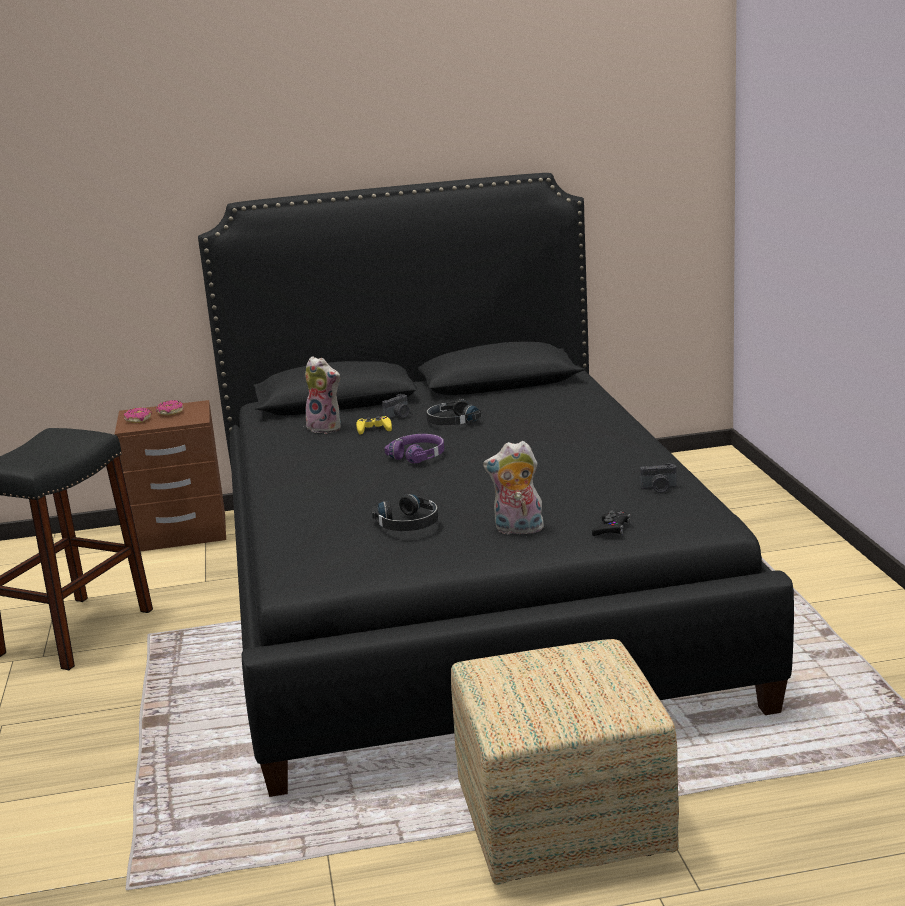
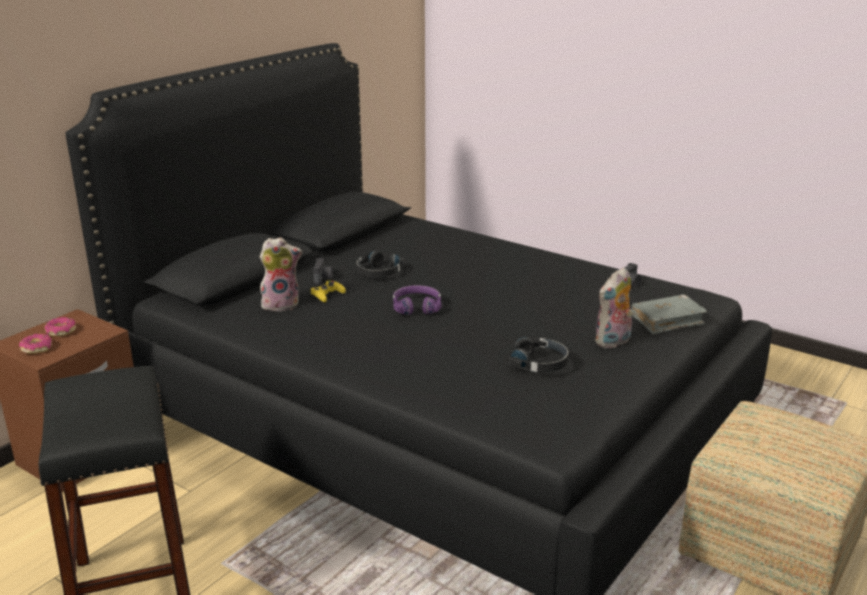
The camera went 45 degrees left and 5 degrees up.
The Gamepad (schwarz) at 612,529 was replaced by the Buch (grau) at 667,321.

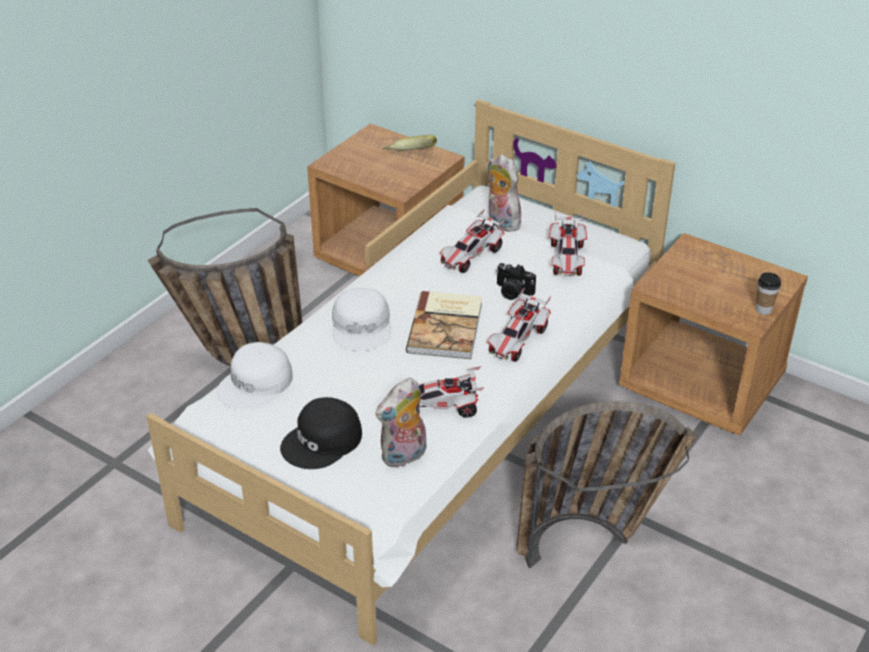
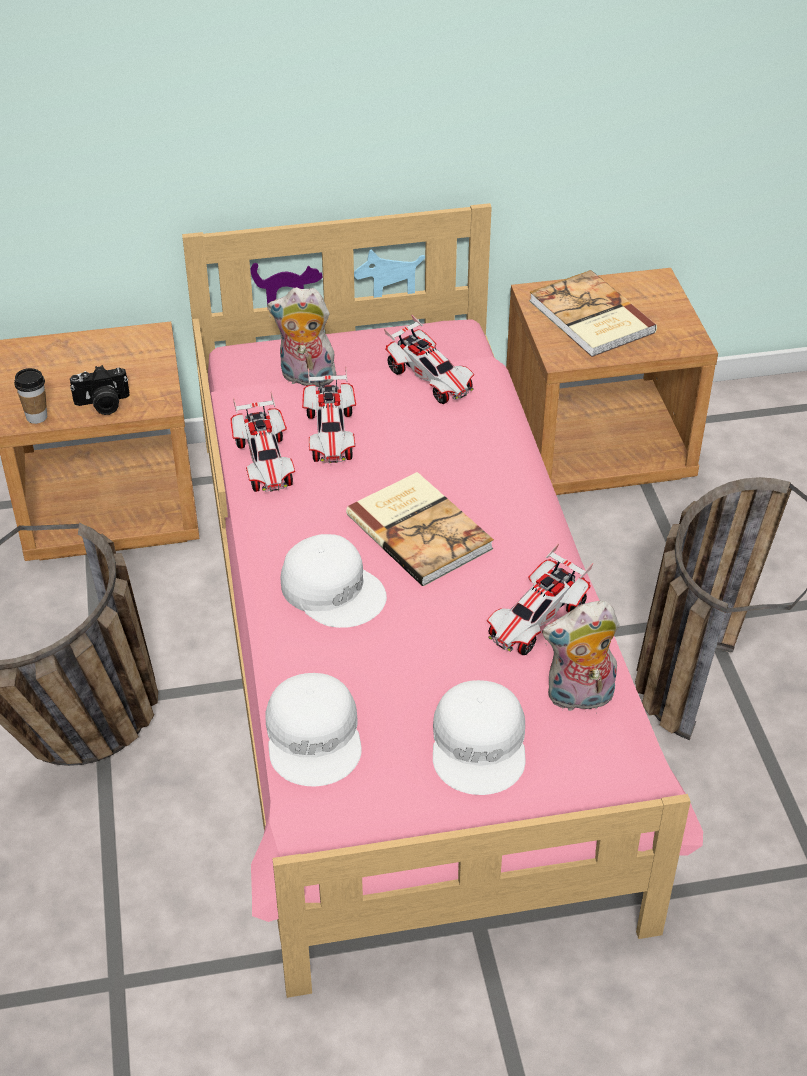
The camera went 45 degrees left and 5 degrees up.
The Banane at 409,156 disappeared.
The Buch at 590,318 appeared.
The Spielzeugauto moved from 517,341 to 265,463.
The Kamera moved from 512,292 to 103,404.
The Tasse moved from 763,309 to 36,417.
The Bett (weiß) at 433,419 became the Bett (rosa) at 405,658.
The Kappe (schwarz) at 323,441 became the Kappe (weiß) at 480,745.
The Plüschtier at 404,456 turned 75 degrees clockwise.

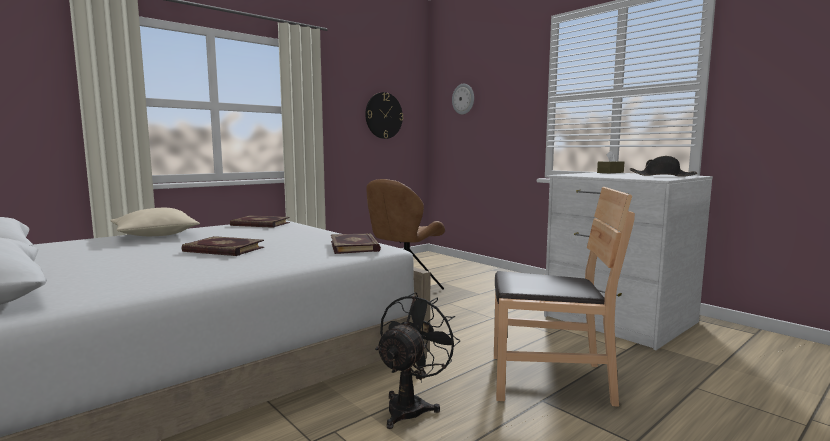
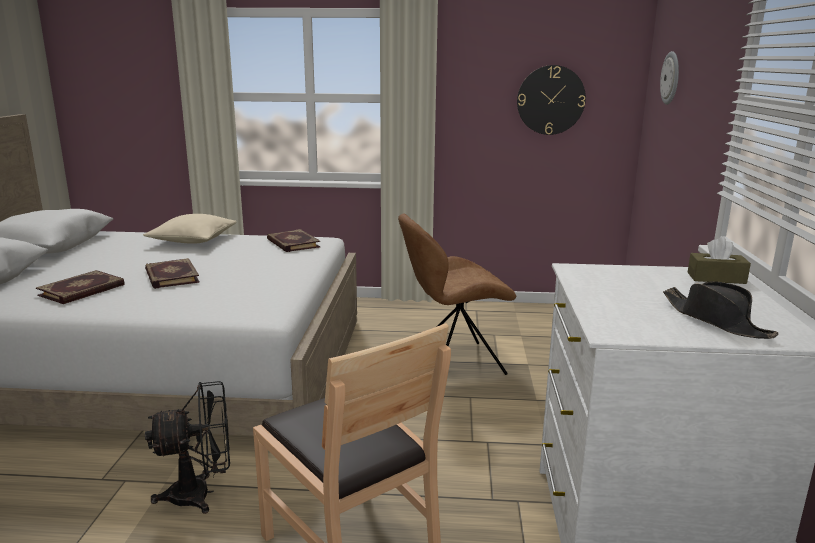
The camera went 45 degrees right and 10 degrees up.
The Buch moved from 355,246 to 82,290.

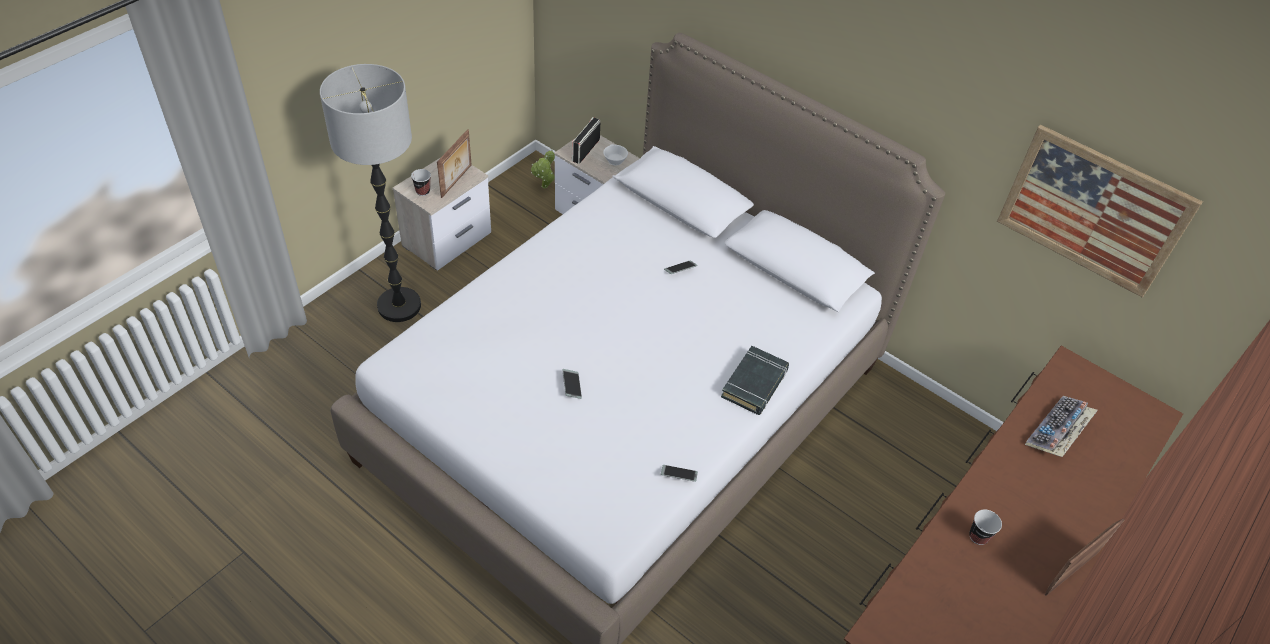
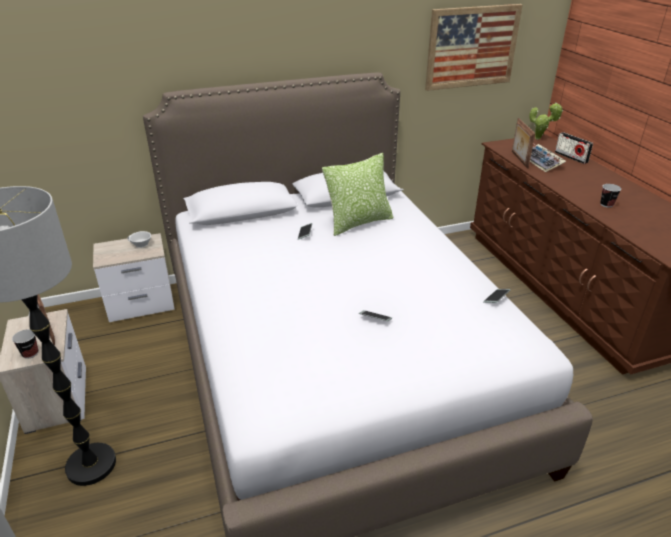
The camera went 55 degrees left and 15 degrees down.
The Buch (schwarz) at 755,384 disappeared.
The Kissen at 358,222 appeared.
The Topfpflanze moved from 544,188 to 539,139.
The Radio moved from 585,150 to 571,157.
The Bilderrahmen moved from 1070,572 to 519,159.

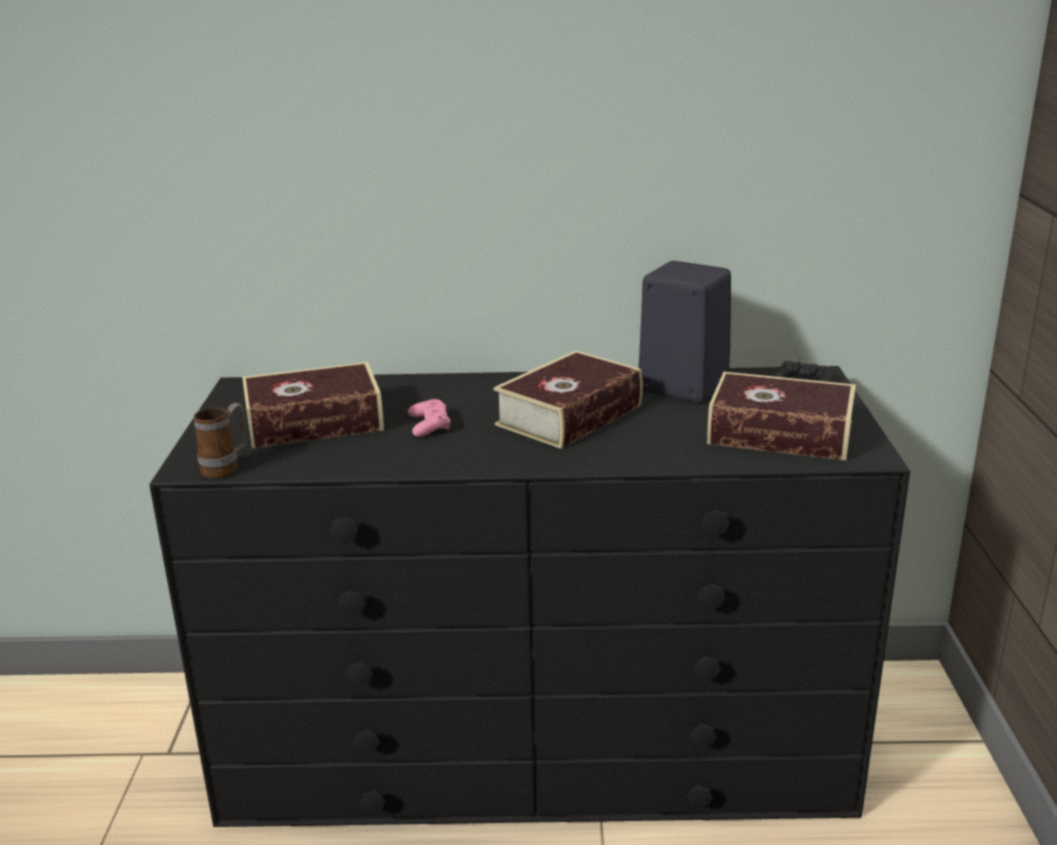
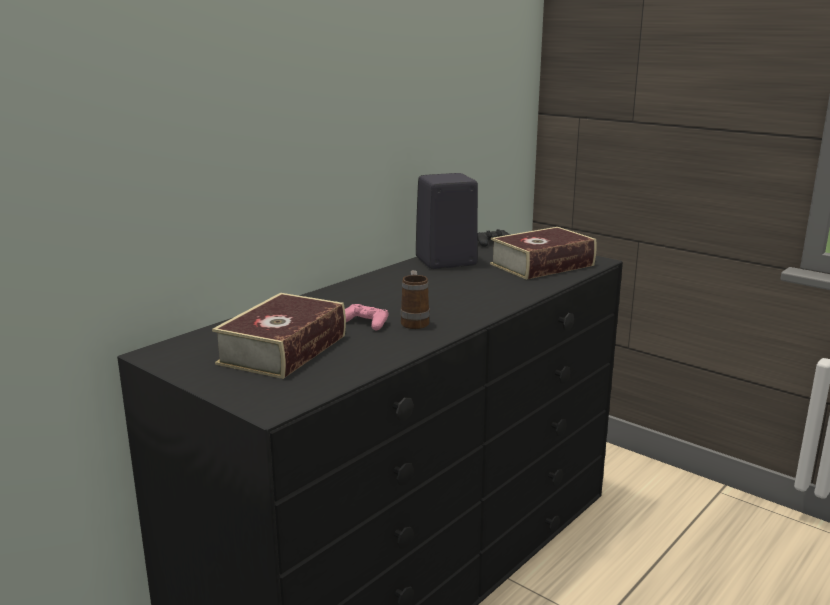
The camera went 50 degrees left and 5 degrees down.
The Buch at 569,415 disappeared.
The Henkelbecher moved from 227,467 to 414,322.

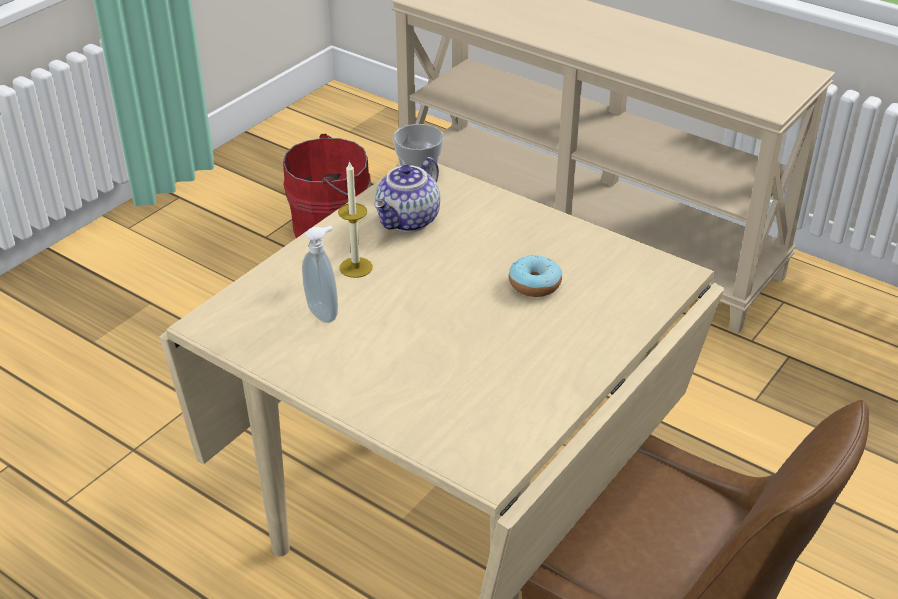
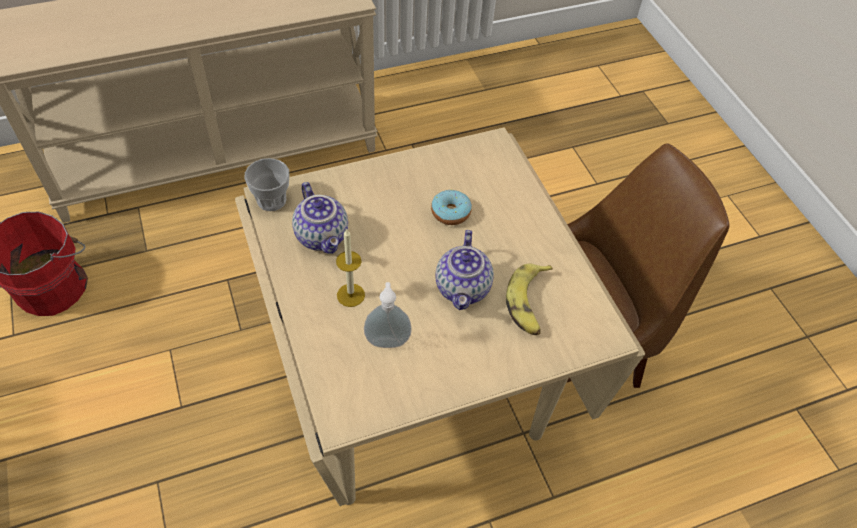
The camera went 60 degrees left and 15 degrees up.
The Teekanne at 463,288 appeared.
The Banane at 529,303 appeared.

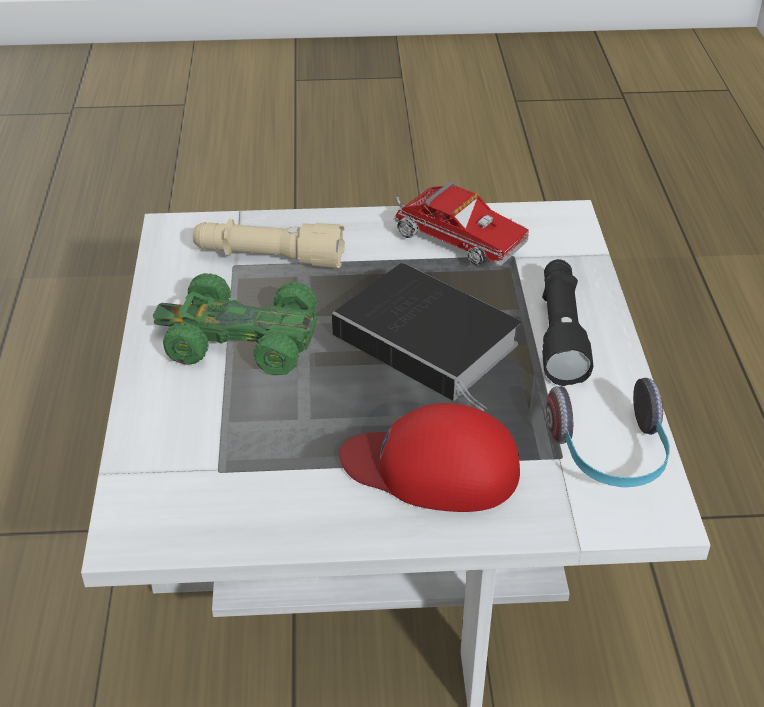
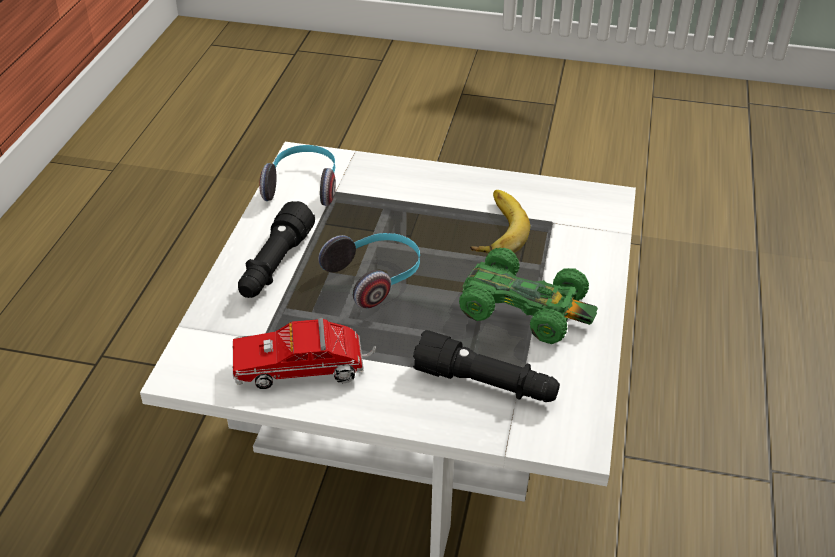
The camera went 165 degrees left and 0 degrees up.
The Kappe (rot) at 432,467 disappeared.
The Banane at 494,229 appeared.
The Buch at 431,341 was replaced by the Kopfhörer at 376,277.
The Taschenlampe (beige) at 269,258 became the Taschenlampe (schwarz) at 486,384.
The Spielzeuglaster at 452,241 turned 60 degrees counterclockwise.

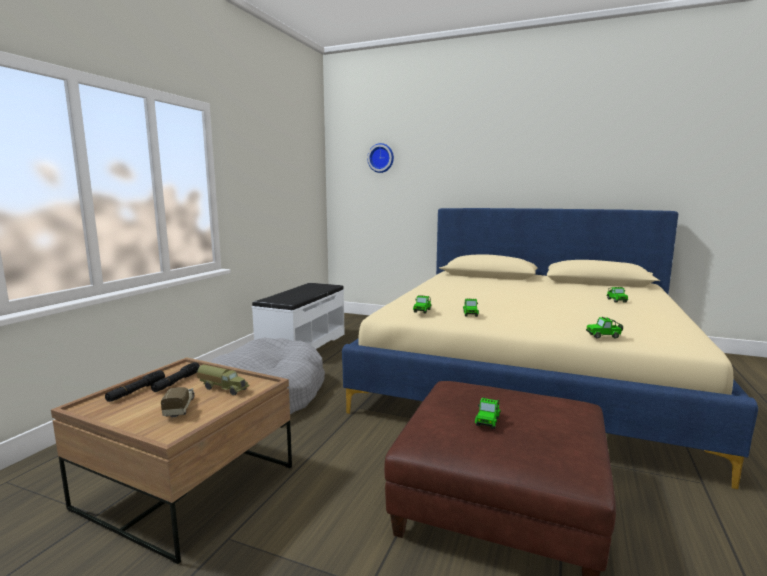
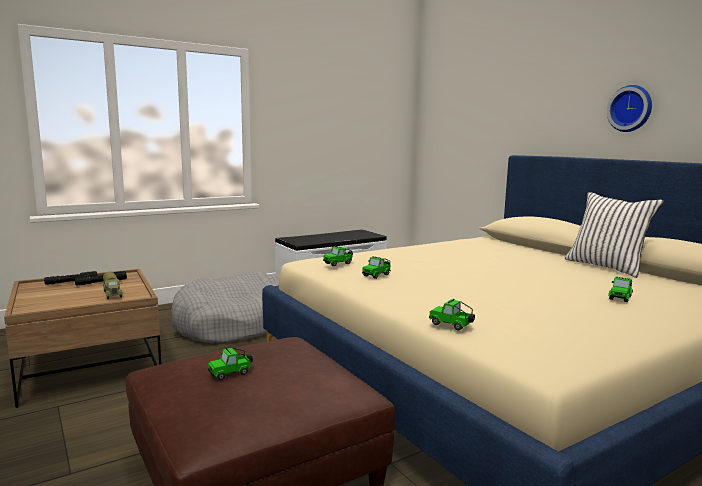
The camera went 35 degrees right and 0 degrees up.
The Spielzeuglaster at 180,408 disappeared.
The Kissen (weiß) at 606,267 appeared.
The Wanduhr moved from 381,158 to 631,108.

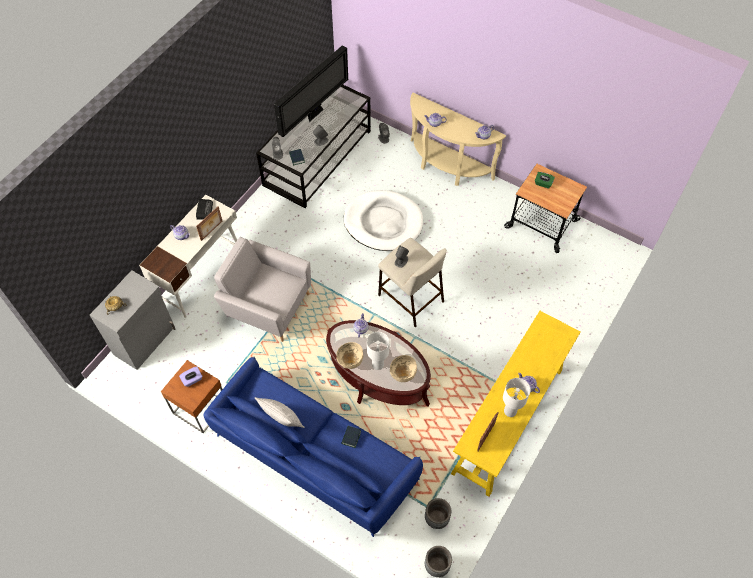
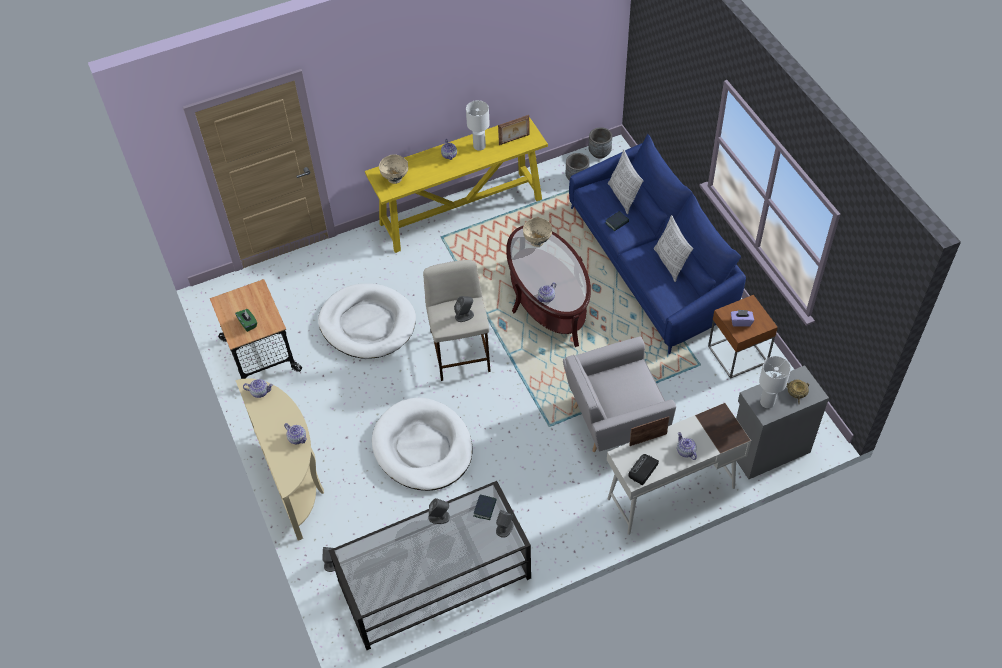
The camera went 145 degrees left and 5 degrees down.
The Fernseher at 315,113 disappeared.
The Hundebett (weiß) at 367,324 appeared.
The Kissen at 623,197 appeared.
The Schüssel (beige) moved from 350,362 to 395,179.
The Tischlampe (weiß) moved from 377,365 to 767,402.
The Sessel (grau) at 267,306 turned 105 degrees clockwise.

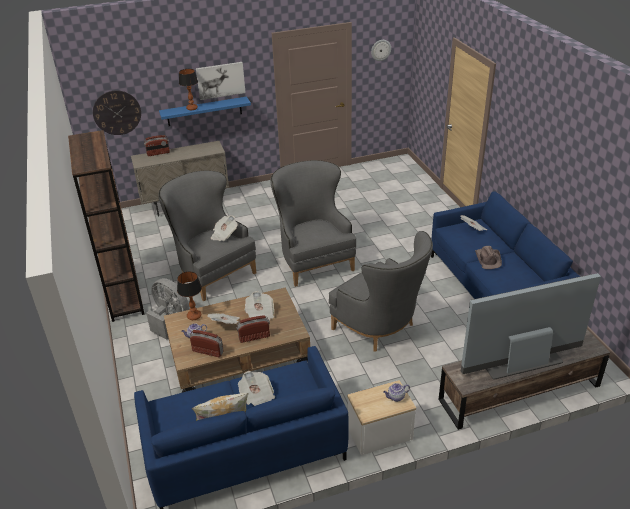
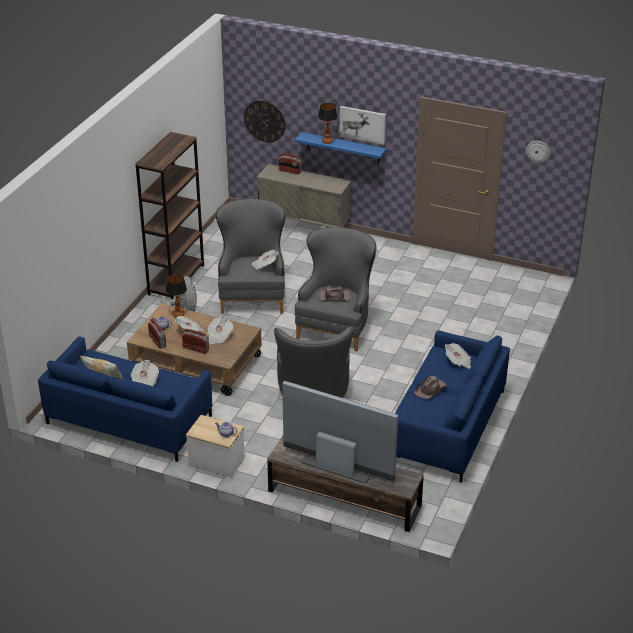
The camera went 40 degrees right and 0 degrees up.
The Hut (braun) at 334,296 appeared.

